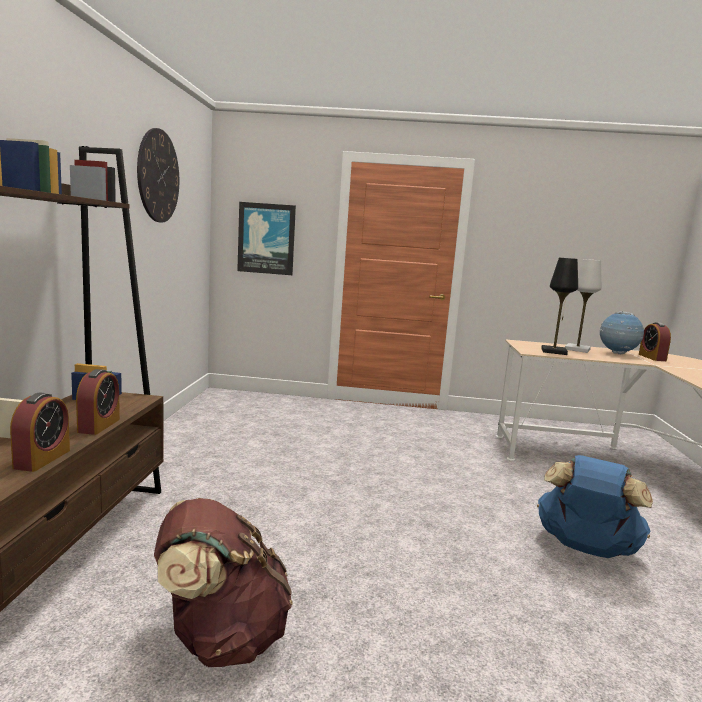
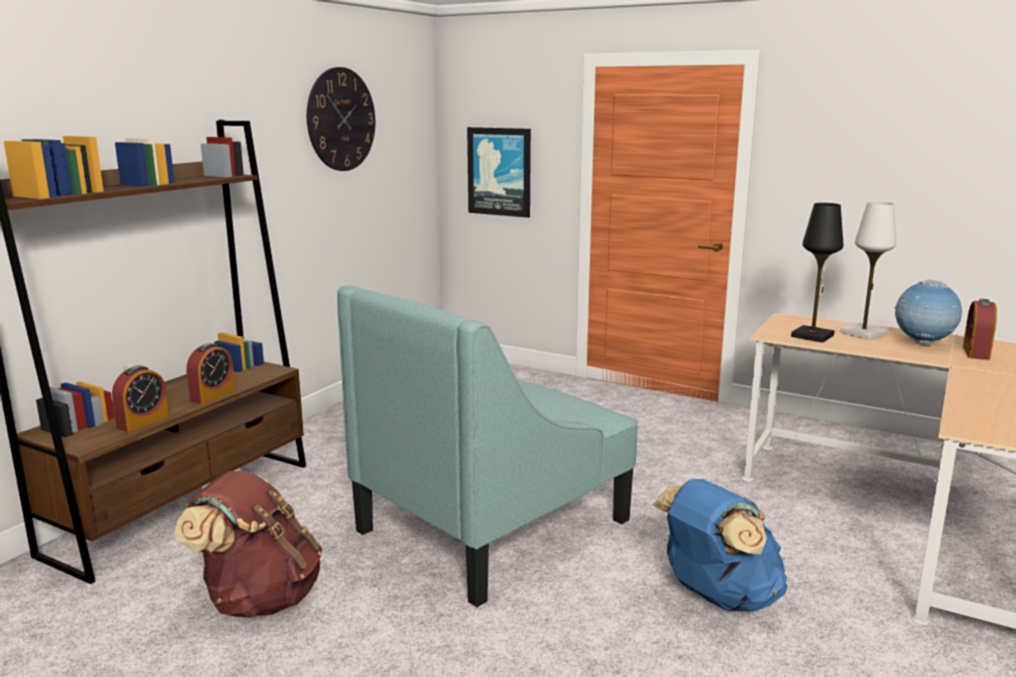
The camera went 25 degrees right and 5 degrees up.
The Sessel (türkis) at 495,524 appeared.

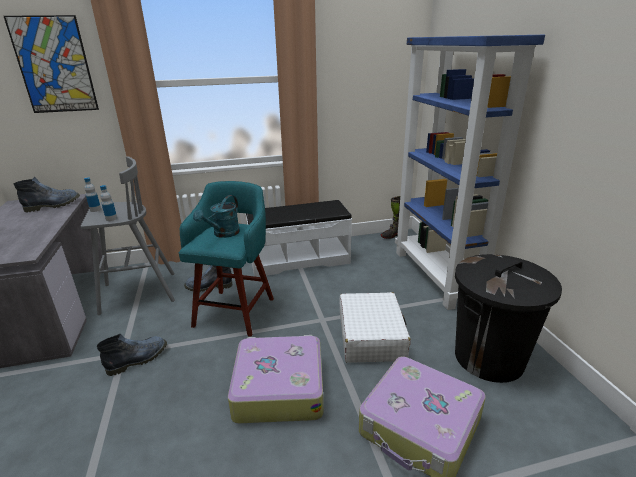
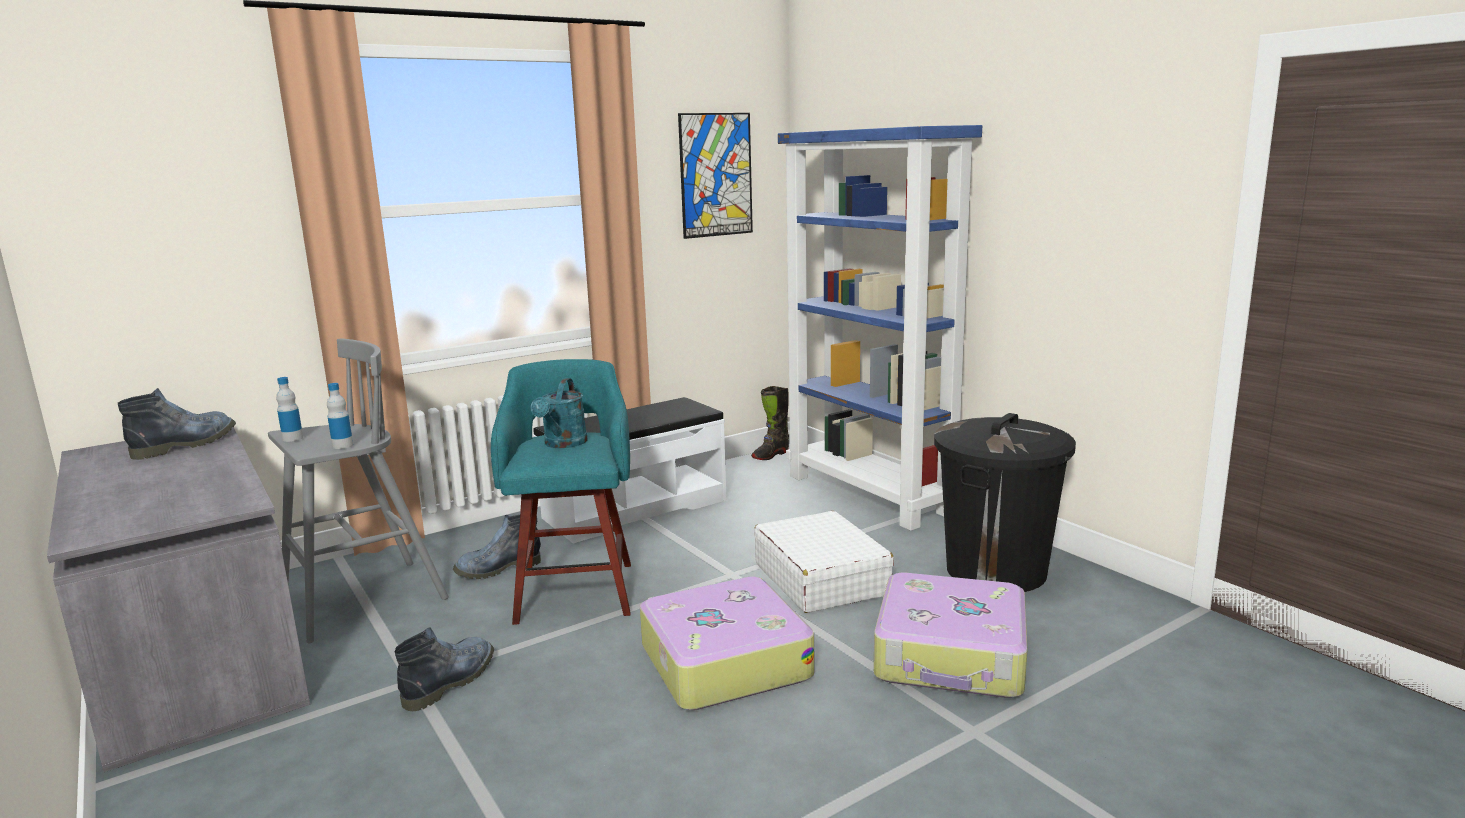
The camera went 20 degrees left and 10 degrees down.
The Bild moved from 54,65 to 716,175.

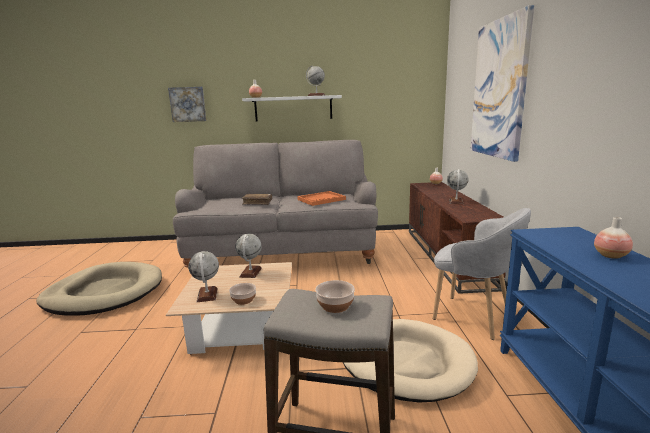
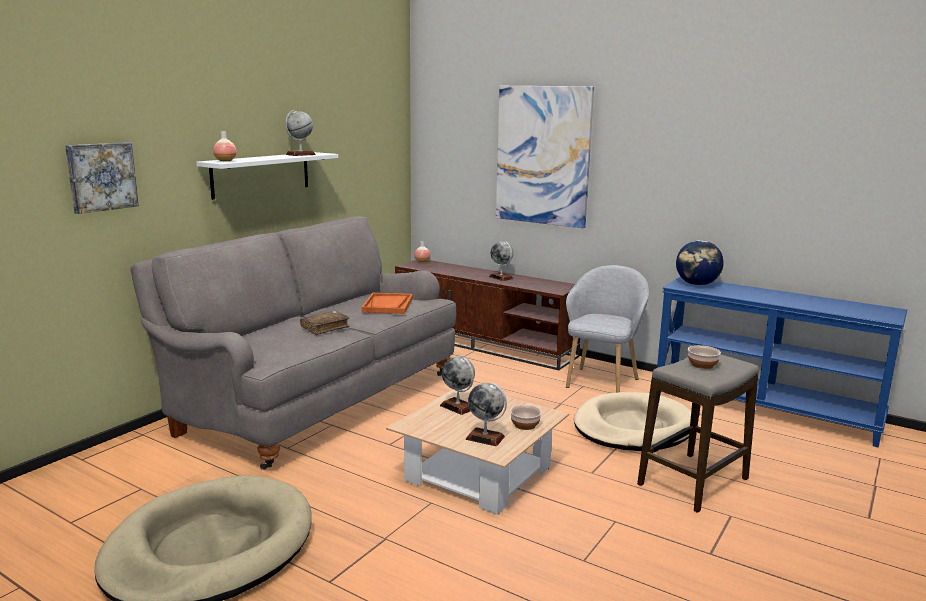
The camera went 55 degrees left and 0 degrees up.
The Vase at 610,256 disappeared.
The Globus at 697,284 appeared.
The Sessel (grau) at 474,317 turned 45 degrees counterclockwise.

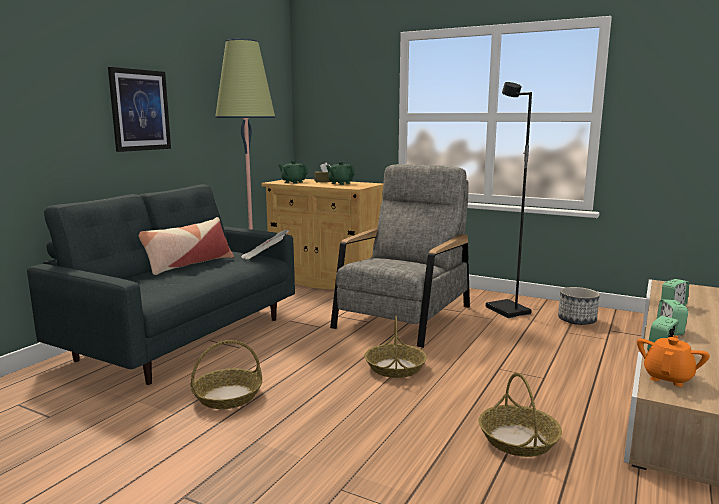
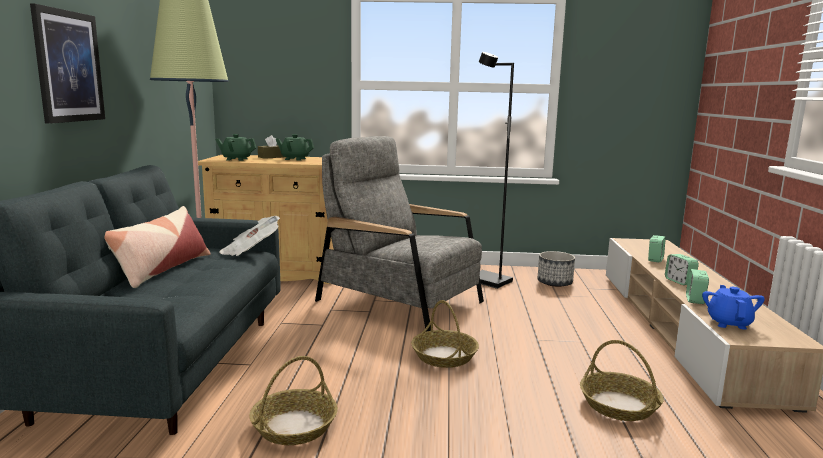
The camera went 25 degrees left and 0 degrees up.
The Teekanne (orange) at 668,378 became the Teekanne (blau) at 729,323.
The Sessel (grau) at 404,317 turned 60 degrees counterclockwise.

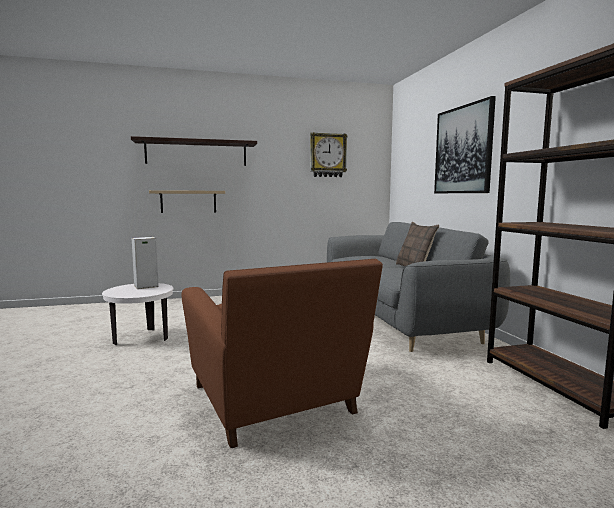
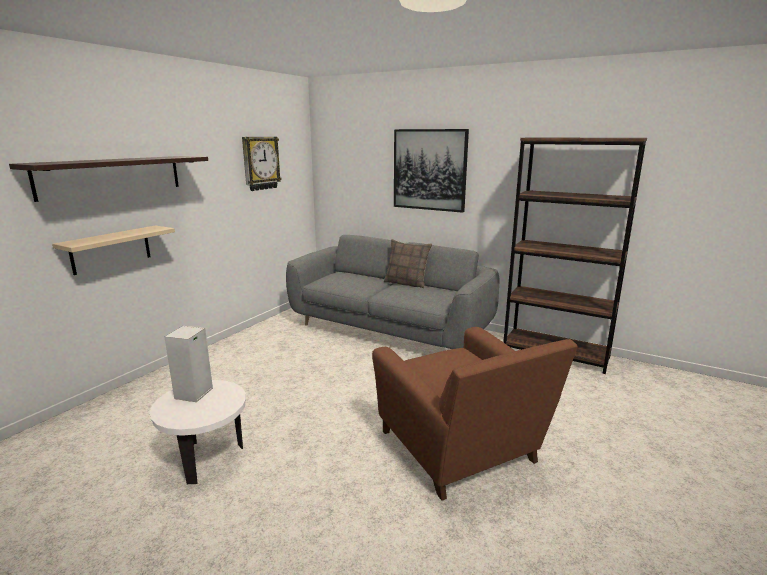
The camera went 45 degrees left and 10 degrees up.
The Sessel (braun) at 276,403 turned 45 degrees clockwise.

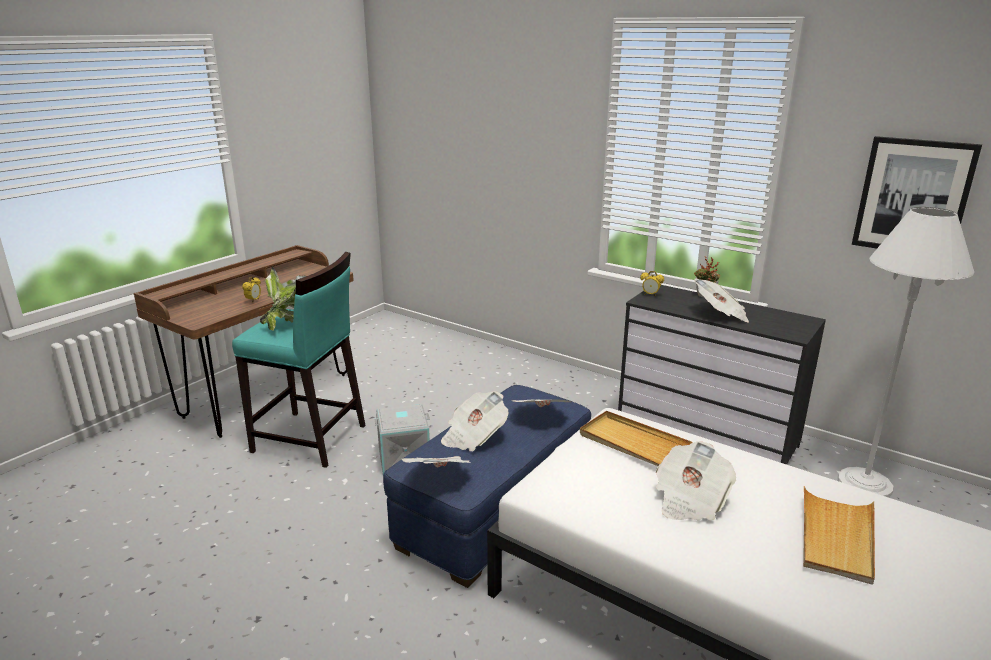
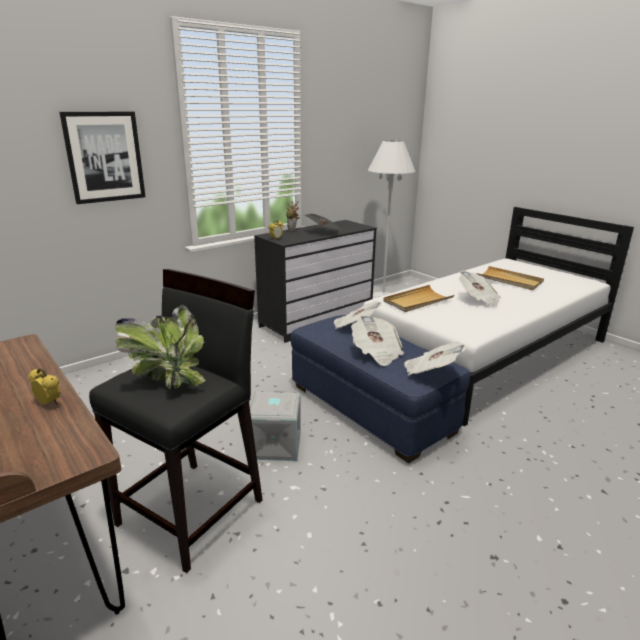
The camera went 75 degrees left and 0 degrees up.
The Bild moved from 913,197 to 104,157.
The Hocker (türkis) at 310,439 became the Hocker (schwarz) at 193,511.

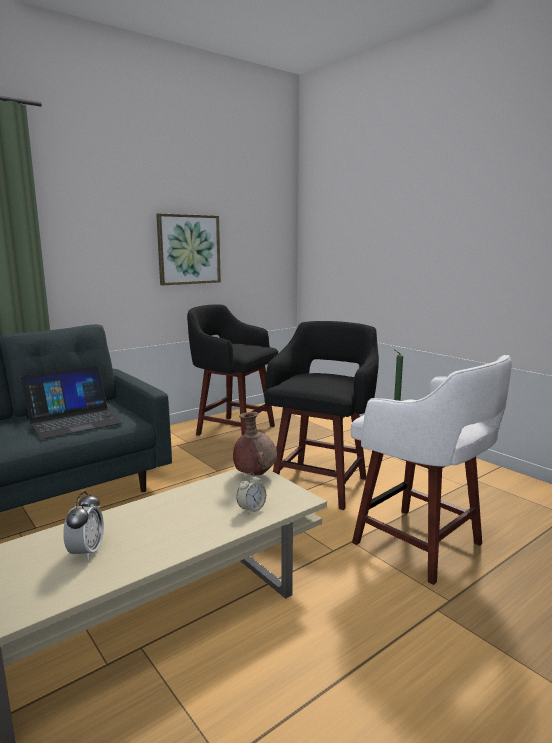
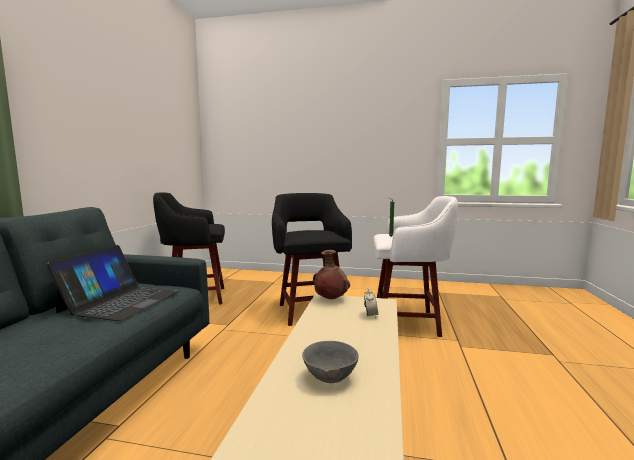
The camera went 40 degrees left and 5 degrees down.
The Bild at 188,249 disappeared.
The Wecker at 86,552 was replaced by the Schüssel (grau) at 330,378.

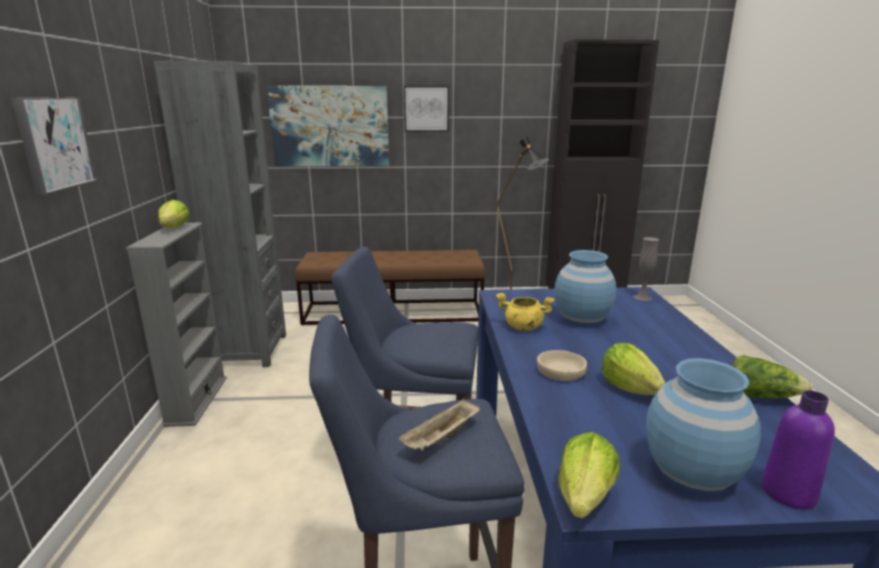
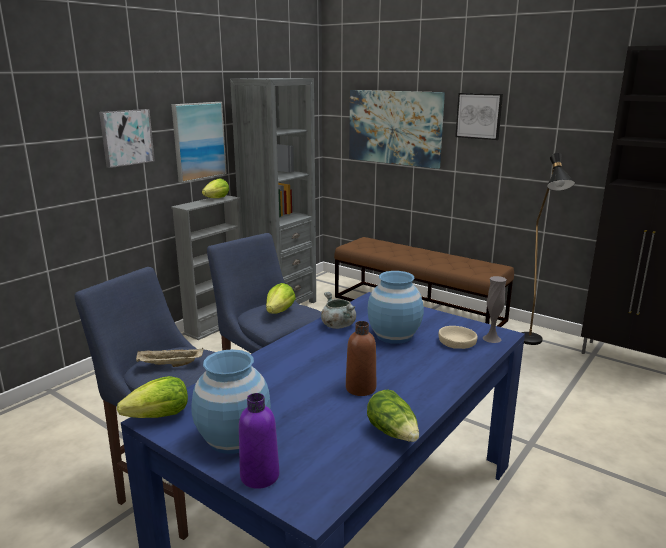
The camera went 40 degrees right and 0 degrees up.
The Bild at 199,141 appeared.
The Flasche (braun) at 360,388 appeared.
The Schüssel (beige) moved from 561,372 to 457,342.
The Salatkopf moved from 629,388 to 280,312.
The Kochtopf (gelb) at 522,327 became the Kochtopf (grau) at 337,325.

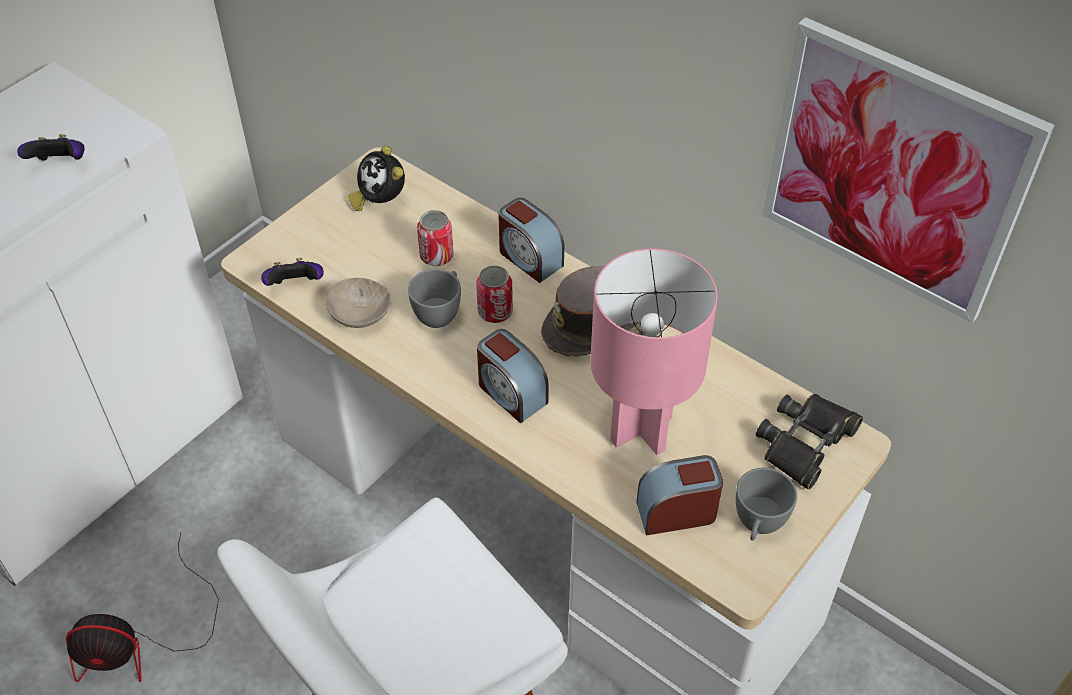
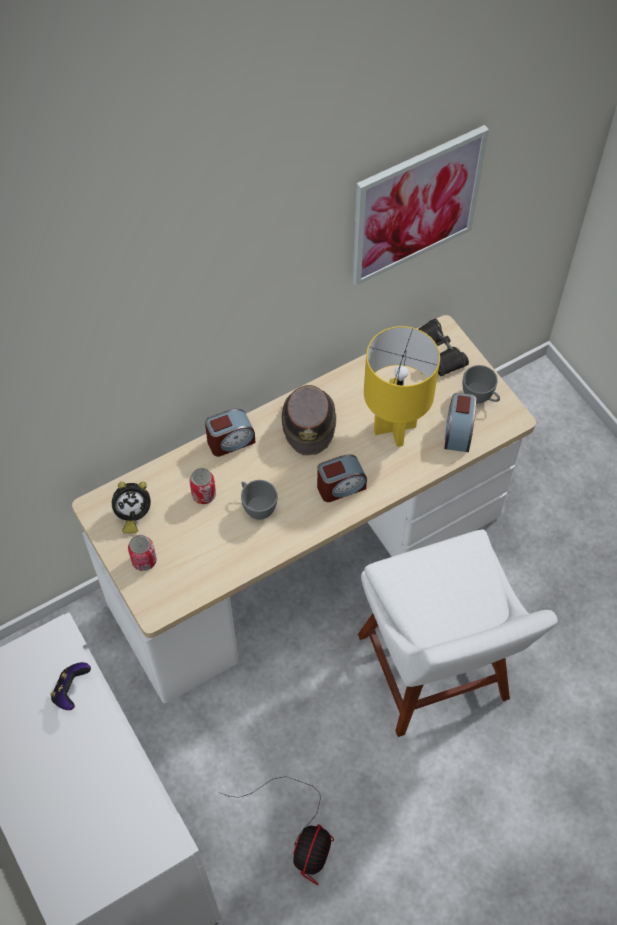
The camera went 70 degrees left and 10 degrees up.
The Gamepad at 295,286 disappeared.
The Schüssel (beige) at 358,315 disappeared.
The Dose moved from 495,312 to 144,560.
The Tischlampe (rosa) at 641,428 became the Tischlampe (gelb) at 394,428.

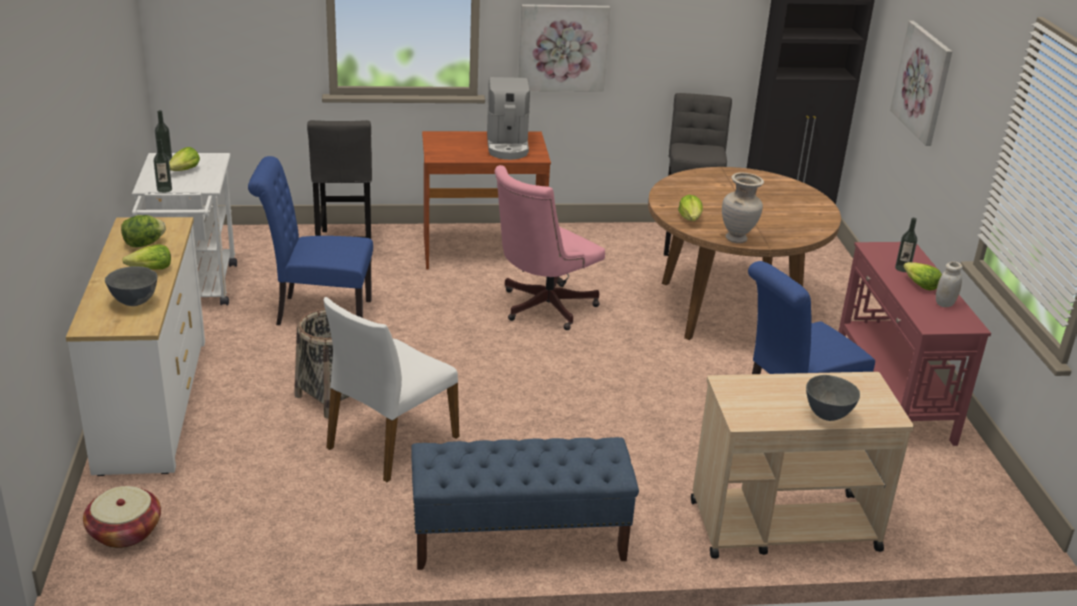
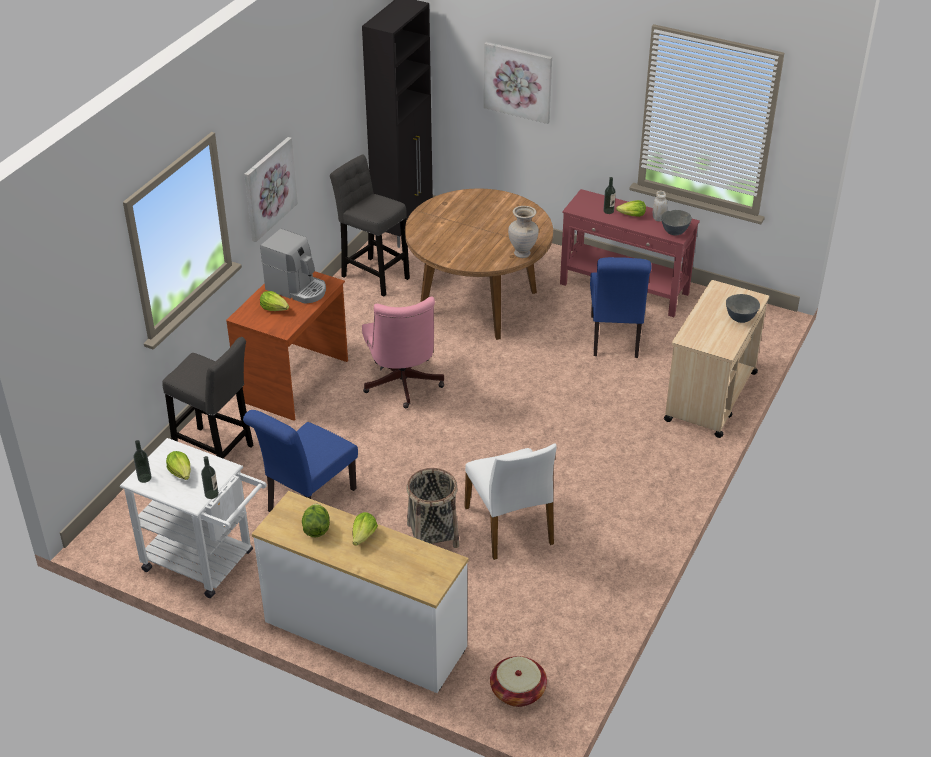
The camera went 55 degrees left and 10 degrees up.
The Bank (blau) at 518,539 disappeared.
The Schüssel (grau) moved from 135,302 to 674,232.
The Salatkopf moved from 690,219 to 274,308.

